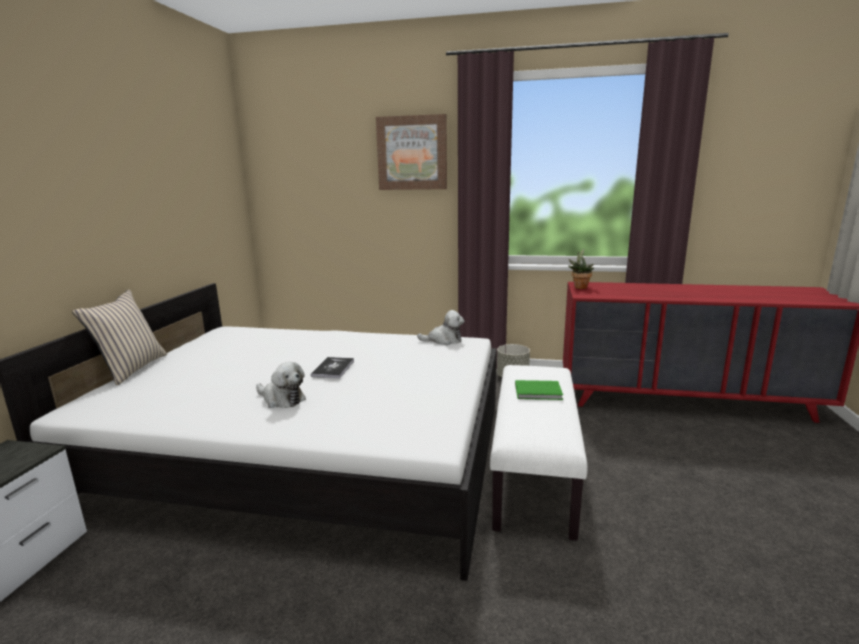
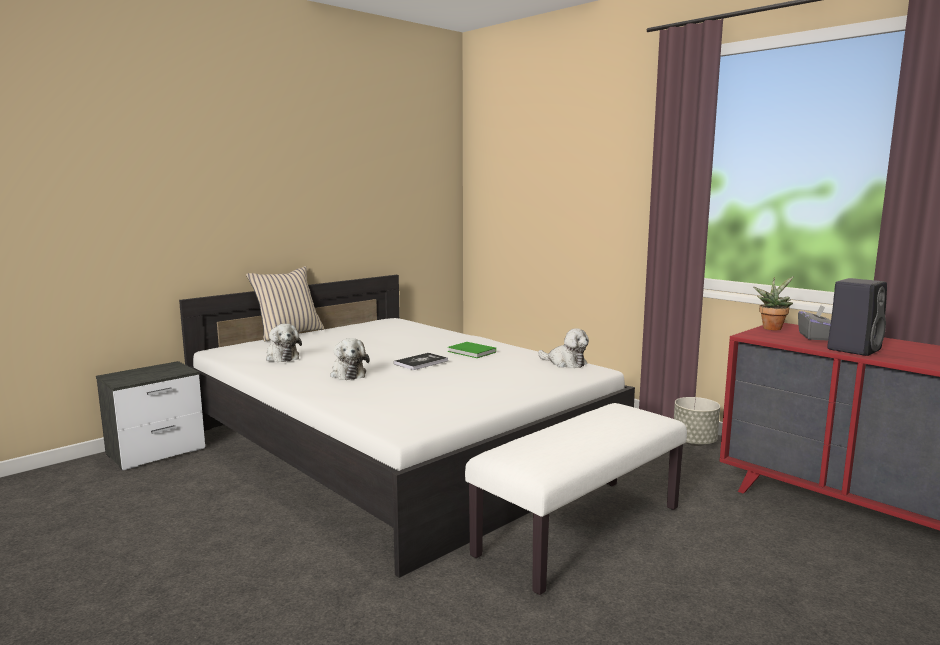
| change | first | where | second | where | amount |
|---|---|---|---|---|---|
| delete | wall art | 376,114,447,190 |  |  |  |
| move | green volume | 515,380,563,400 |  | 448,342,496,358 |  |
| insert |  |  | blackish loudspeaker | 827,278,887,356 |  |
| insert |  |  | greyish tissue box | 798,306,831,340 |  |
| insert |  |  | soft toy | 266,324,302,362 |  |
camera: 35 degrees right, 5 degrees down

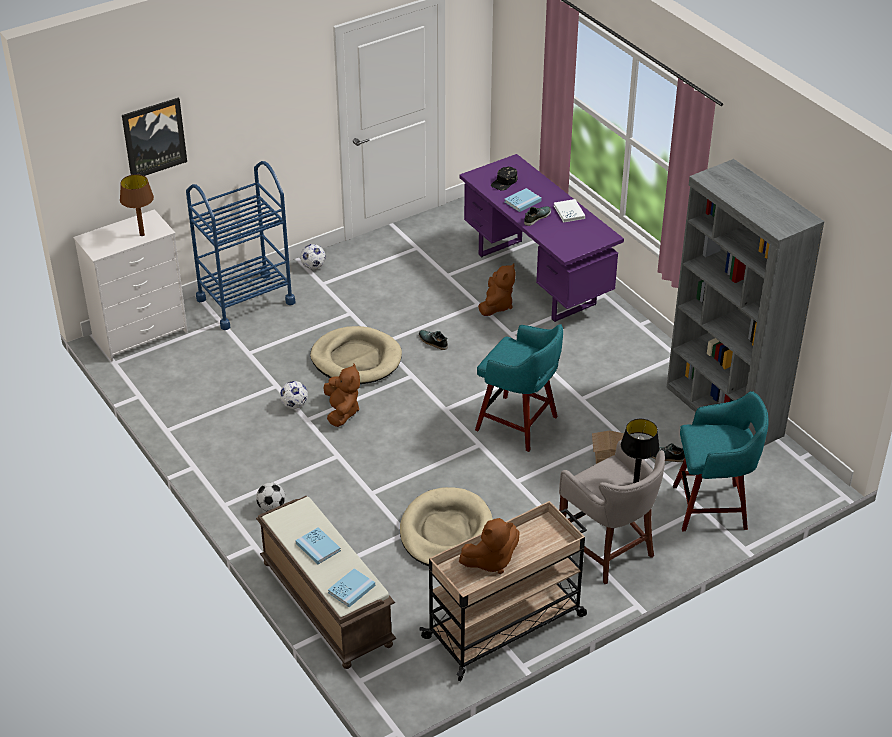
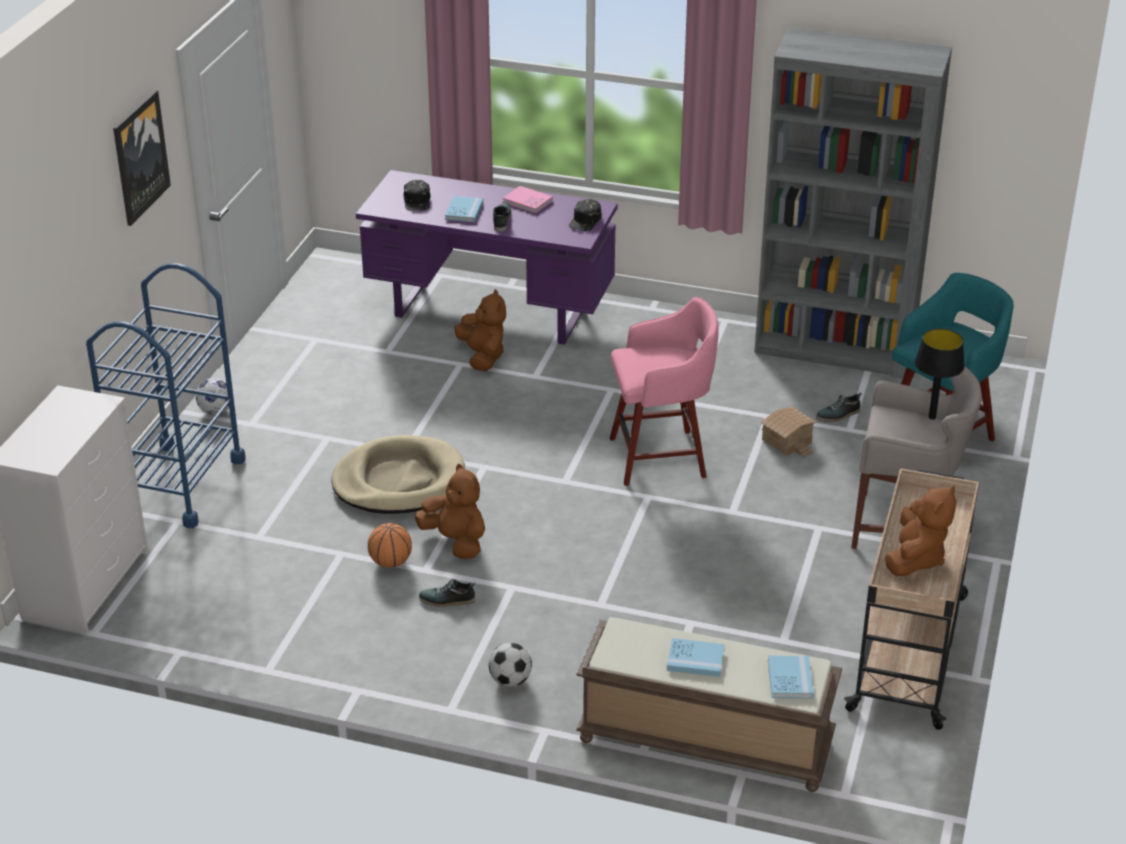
| change | first | where | second | where | amount |
|---|---|---|---|---|---|
| move | wall art | 122,97,187,176 |  | 113,90,171,226 |  |
| delete | brown table lamp | 120,174,154,236 |  |  |  |
| recolor | whitish volume | 554,199,585,223 | pink volume | 503,186,553,213 |  |
| recolor | turquoise sitting stool | 475,324,563,452 | pink sitting stool | 610,297,719,486 |  |
| move | item of footwear | 419,330,448,350 |  | 419,579,475,607 |  |
| replace | football | 280,381,308,409 | ball for basketball | 368,523,412,568 |  |
| delete | beige pet bed | 400,487,493,566 |  |  |  |
| insert |  |  | blackish baseball cap | 569,199,602,231 |  |
camera: 40 degrees left, 5 degrees down

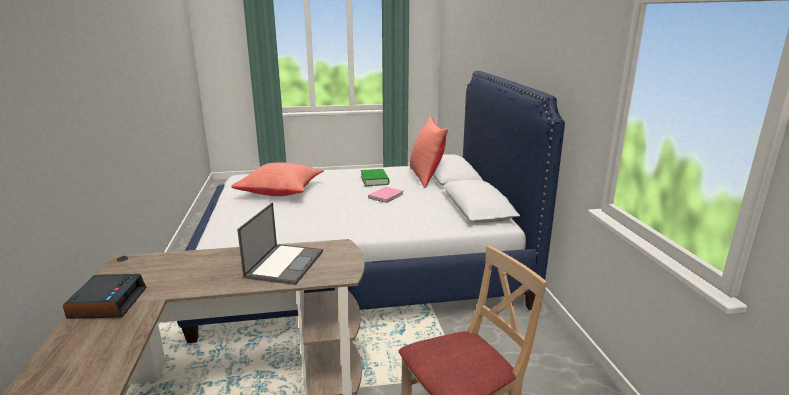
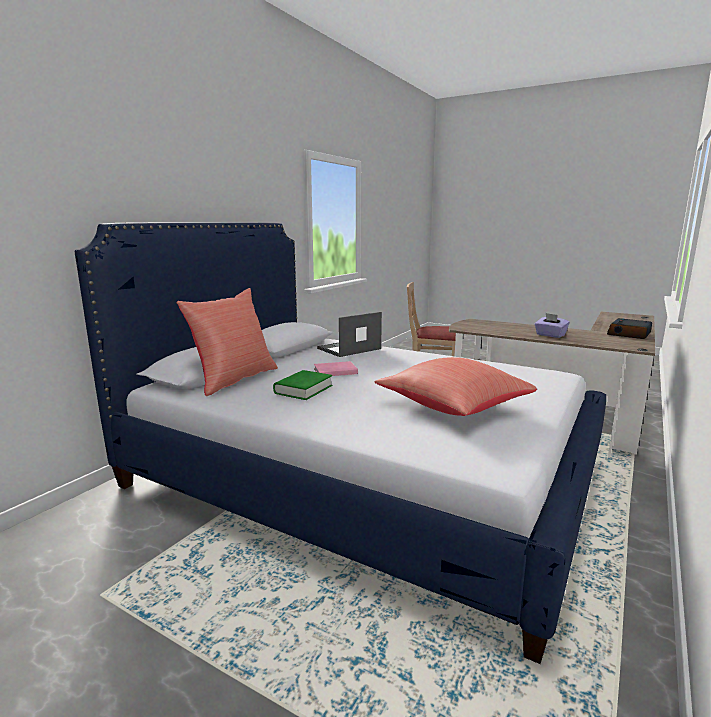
| change | first | where | second | where | amount |
|---|---|---|---|---|---|
| move | laptop | 237,203,323,285 |  | 317,312,382,357 |  |
| insert |  |  | purplish tissue box | 535,313,570,338 |  |
camera: 140 degrees left, 5 degrees down

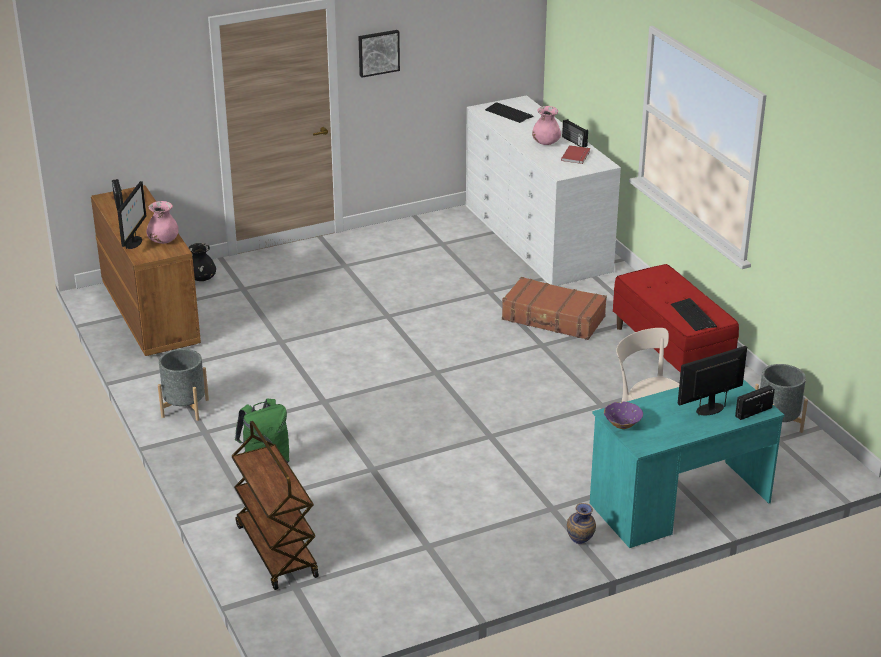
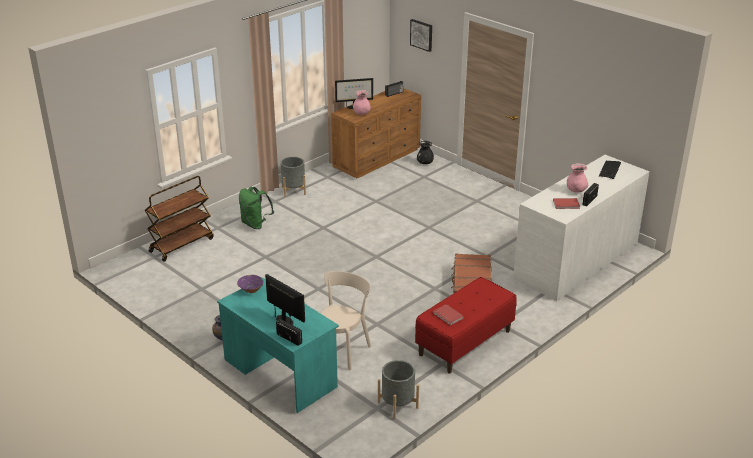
| change | first | where | second | where | amount |
|---|---|---|---|---|---|
| move | wall art | 358,30,400,78 |  | 410,19,432,52 |  |
| replace | PC keyboard | 671,298,717,331 | red volume | 433,304,464,326 |  |
camera: 70 degrees right, 0 degrees up

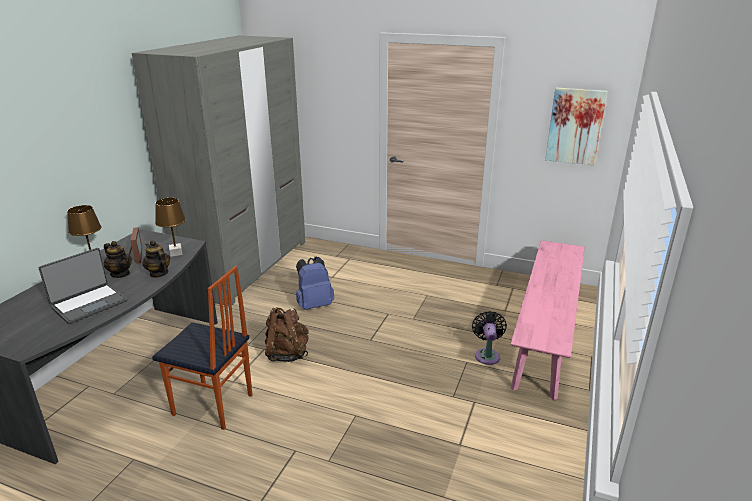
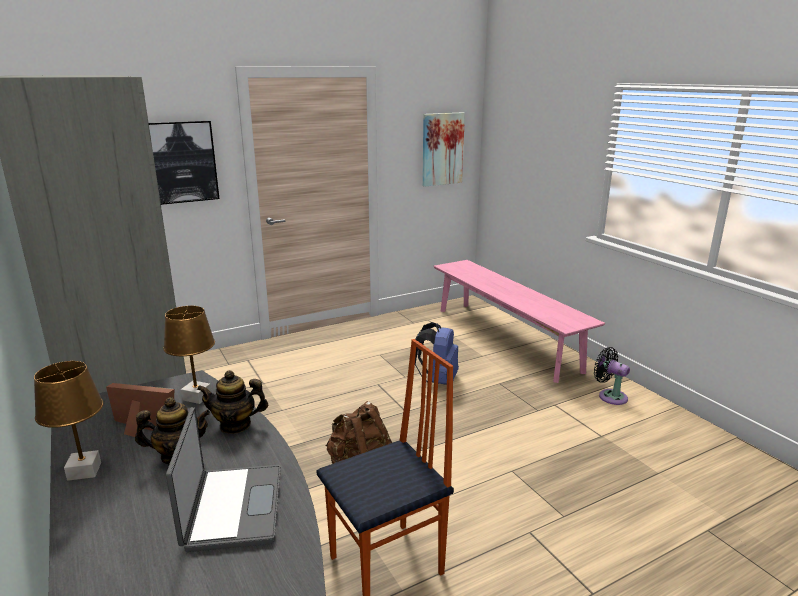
| change | first | where | second | where | amount |
|---|---|---|---|---|---|
| move | blue rucksack | 296,257,334,310 |  | 415,322,459,385 |  |
| move | blackish cooling fan | 472,311,507,365 |  | 594,347,630,405 |  |
| insert |  |  | wall art | 149,121,219,205 |  |
camera: 50 degrees left, 5 degrees down

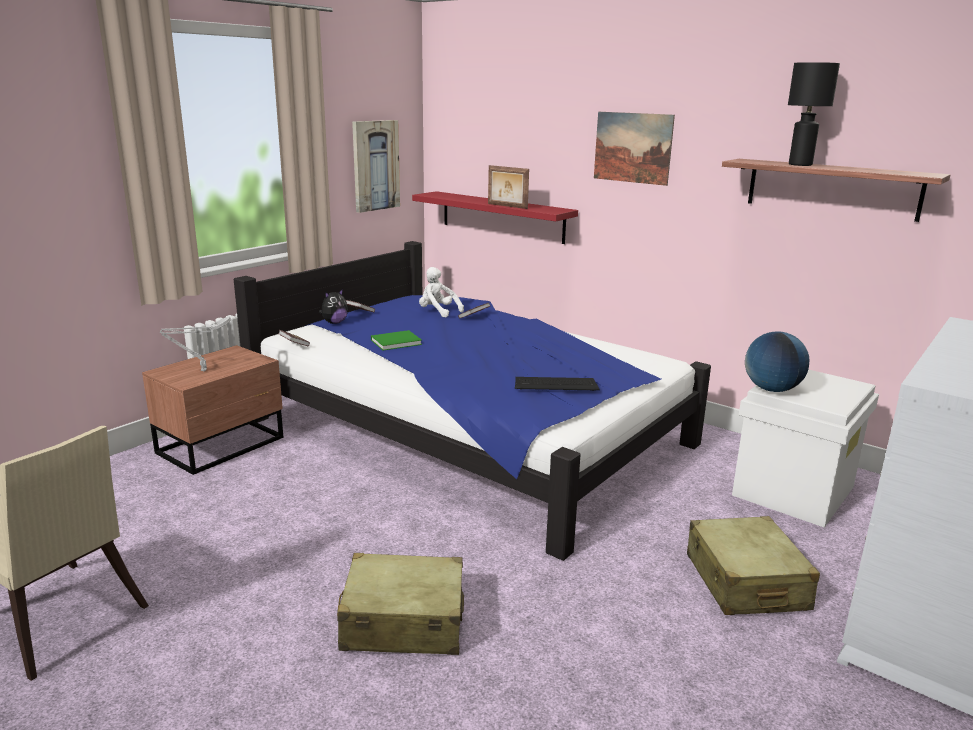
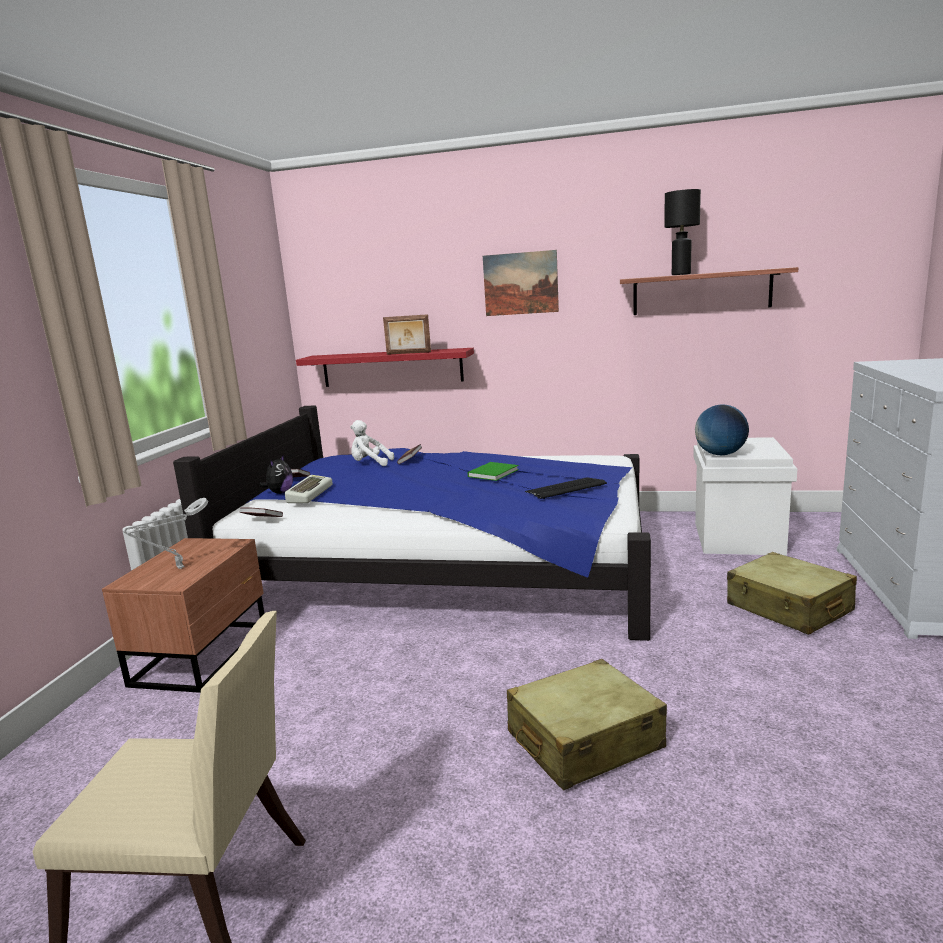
| change | first | where | second | where | amount |
|---|---|---|---|---|---|
| delete | wall art | 352,120,400,213 |  |  |  |
| move | green volume | 371,330,422,351 |  | 468,462,519,481 |  |
| insert |  |  | PC keyboard | 285,475,333,503 |  |
camera: 25 degrees left, 5 degrees down

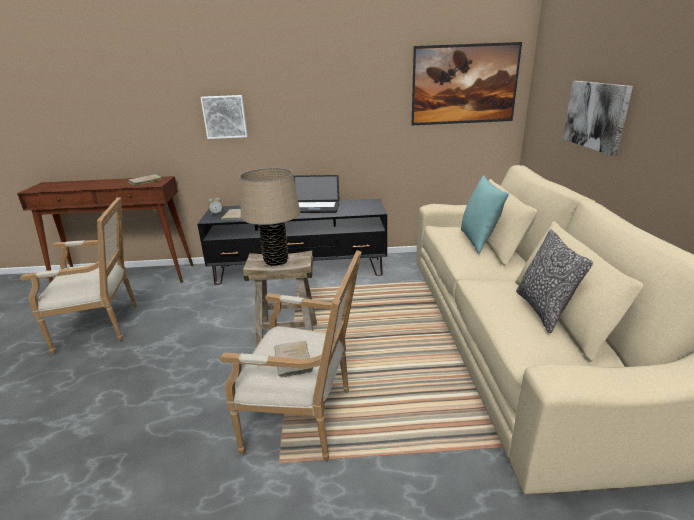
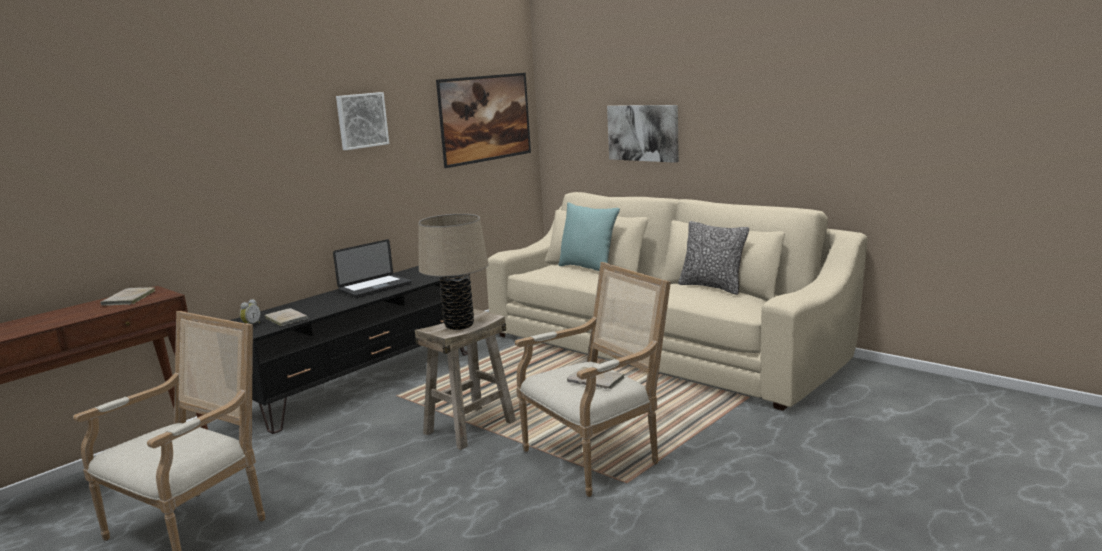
| change | first | where | second | where | amount |
|---|---|---|---|---|---|
| move | wall art | 200,95,248,139 |  | 336,92,389,150 |  |
camera: 45 degrees left, 10 degrees down

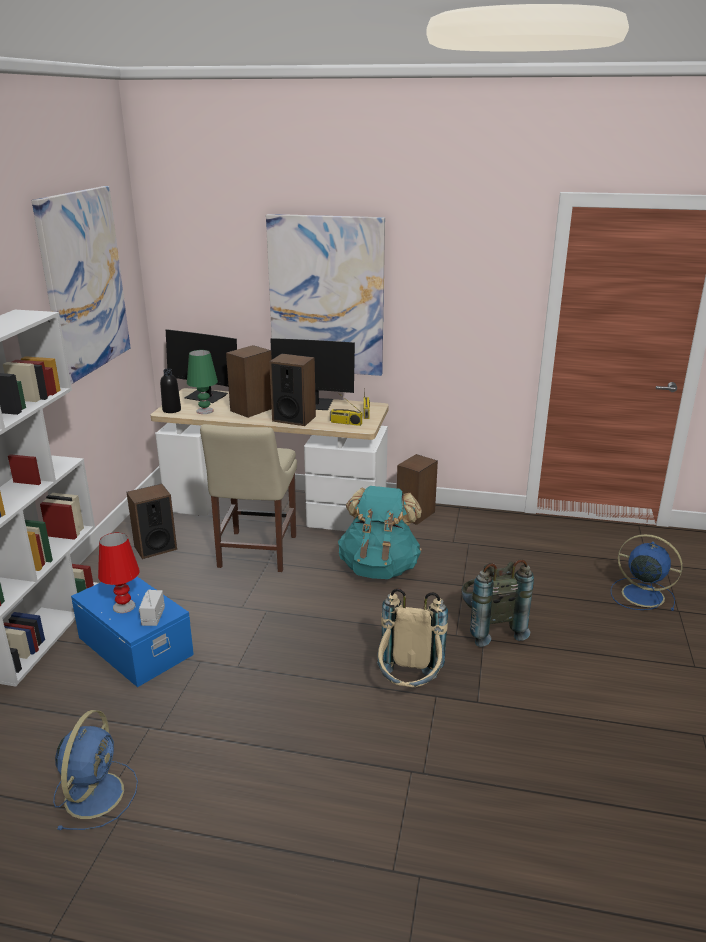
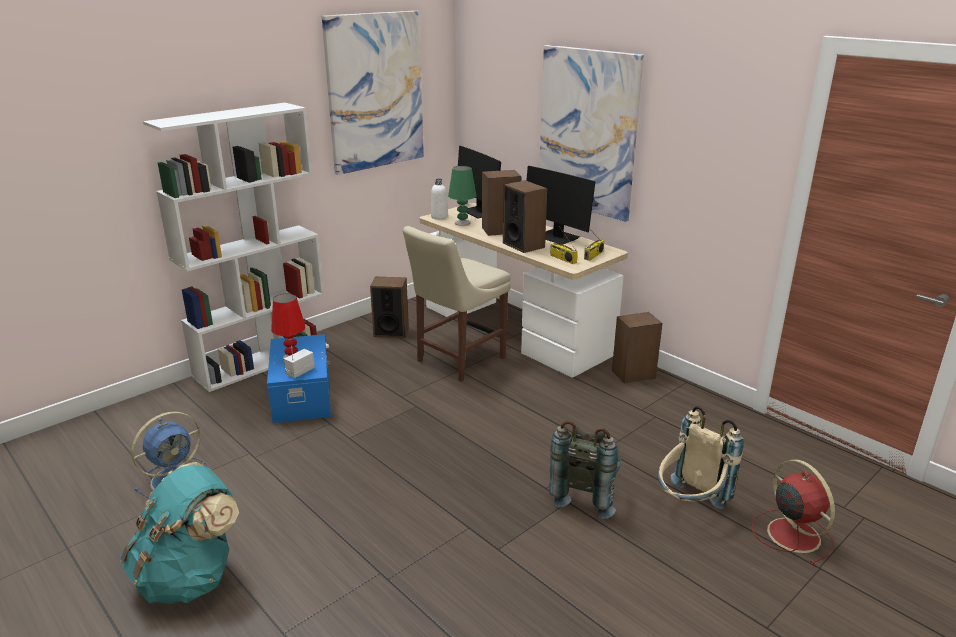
| change | first | where | second | where | amount |
|---|---|---|---|---|---|
| recolor | blackish bottle | 160,368,181,413 | whitish bottle | 431,179,448,219 |  |
| move | turquoise rucksack | 338,486,422,579 |  | 120,462,239,604 |  |
| recolor | blue cooling fan | 611,534,683,611 | red cooling fan | 752,459,835,565 |  |
| move | beige rucksack | 377,588,448,687 |  | 657,406,744,509 |  |
camera: 35 degrees right, 0 degrees up

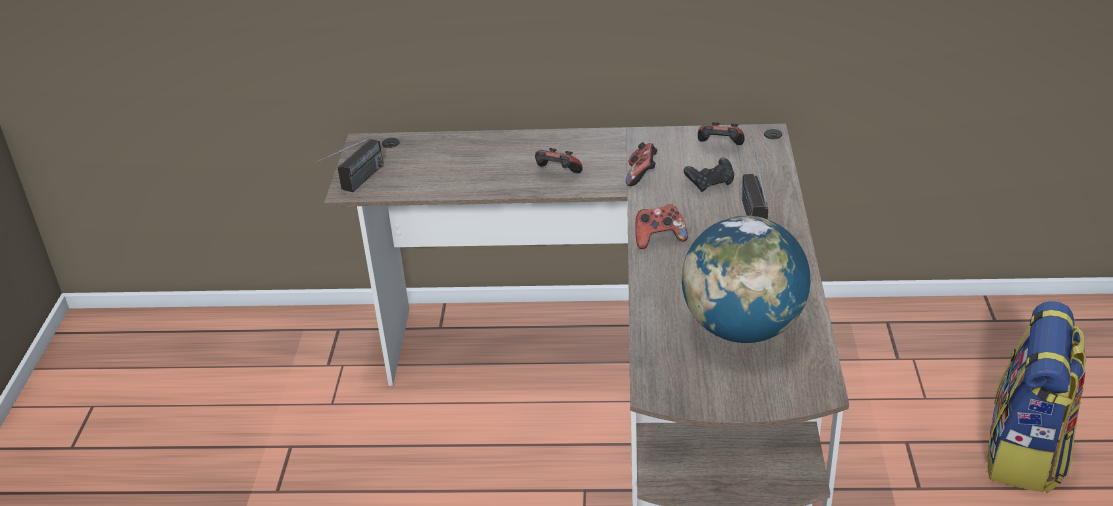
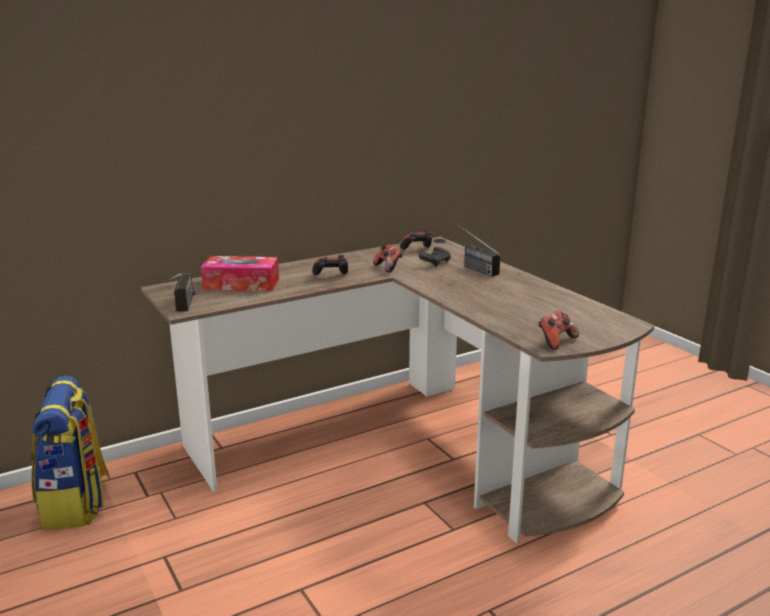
| change | first | where | second | where | amount |
|---|---|---|---|---|---|
| move | gamepad | 635,204,688,249 |  | 538,310,579,350 |  |
| delete | world globe | 682,216,810,343 |  |  |  |
| move | rucksack | 988,301,1086,493 |  | 31,376,110,530 |  |
| insert |  |  | tissue box | 201,256,279,291 |  |
camera: 35 degrees left, 15 degrees down

